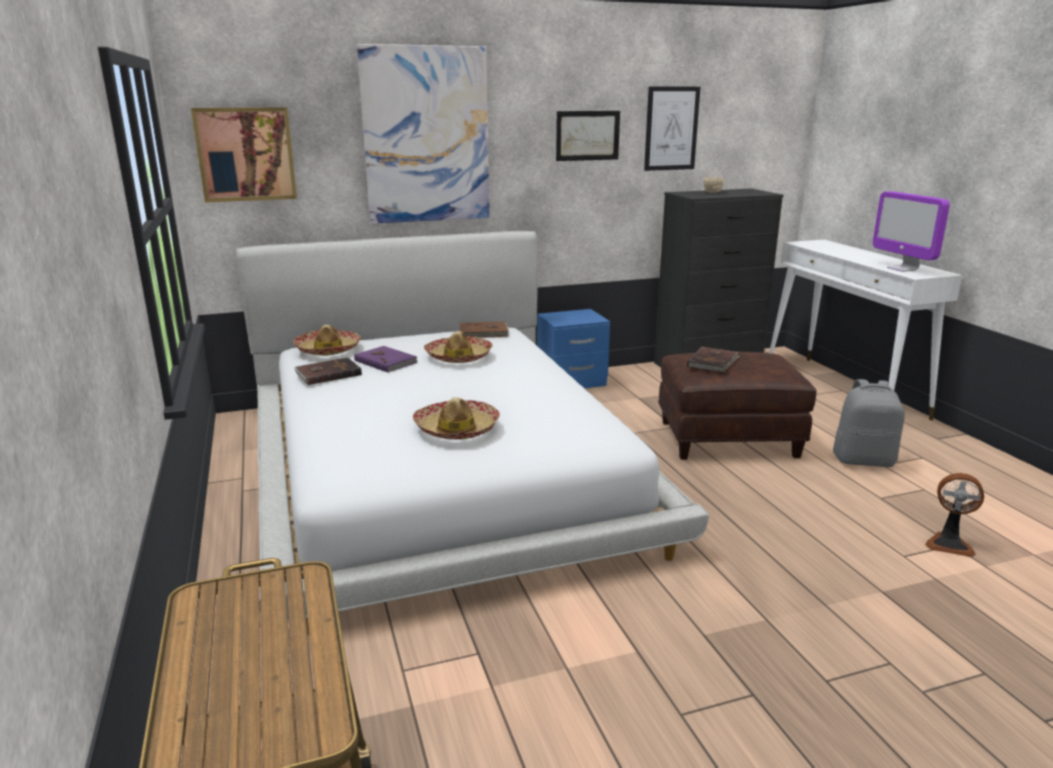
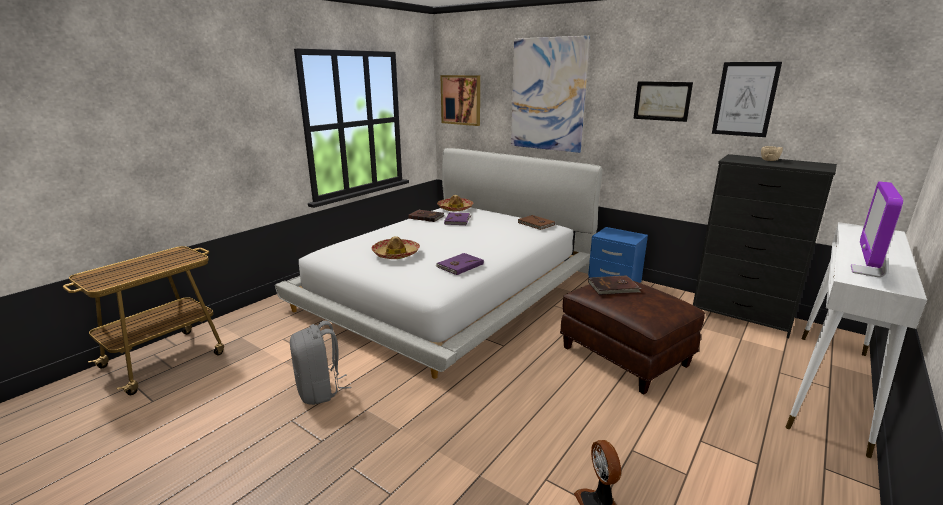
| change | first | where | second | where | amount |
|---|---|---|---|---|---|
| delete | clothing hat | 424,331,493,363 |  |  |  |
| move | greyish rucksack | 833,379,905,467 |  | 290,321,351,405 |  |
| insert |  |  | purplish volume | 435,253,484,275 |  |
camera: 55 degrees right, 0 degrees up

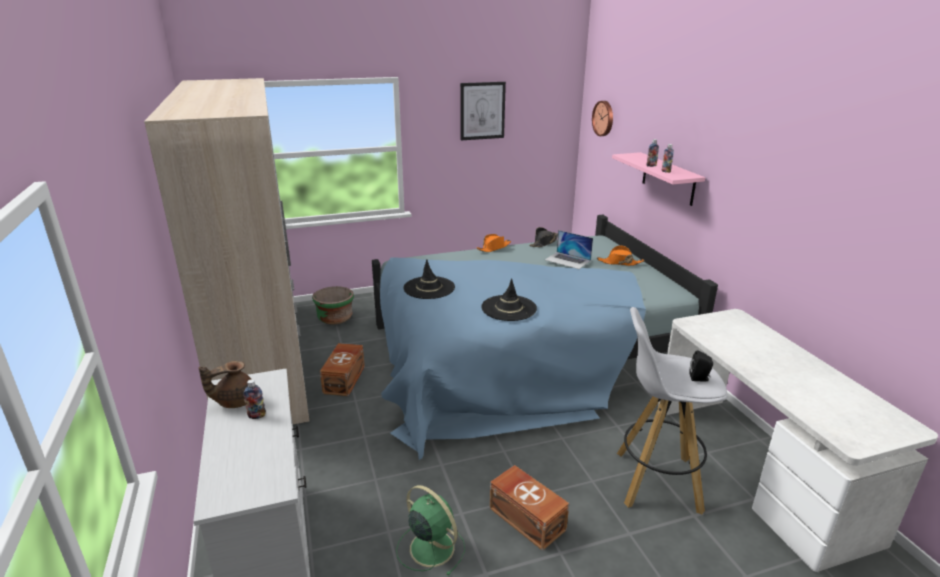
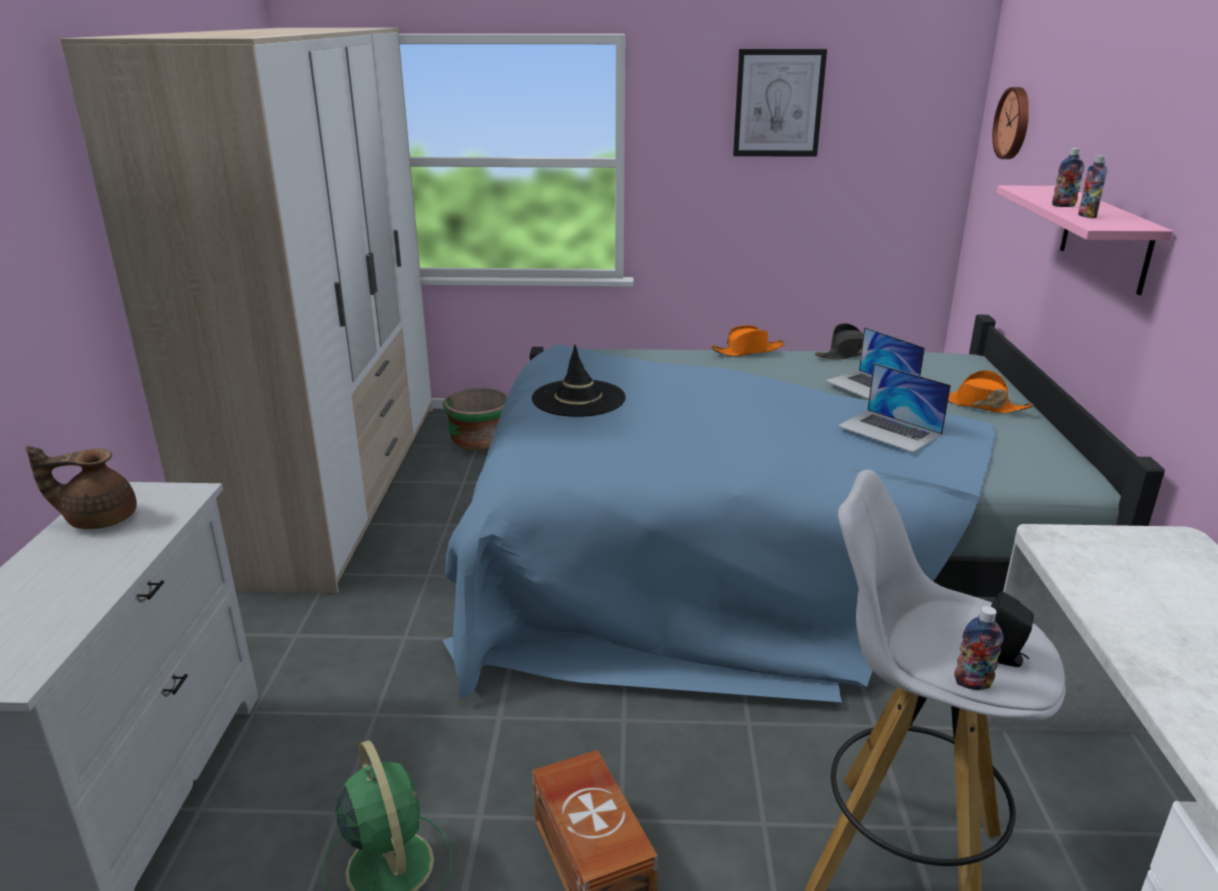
| change | first | where | second | where | amount |
|---|---|---|---|---|---|
| delete | blackish clothing hat | 481,278,537,321 |  |  |  |
| delete | brown storage container | 320,343,365,396 |  |  |  |
| move | bottle | 243,379,266,419 |  | 954,606,1004,690 |  |
| insert |  |  | laptop | 838,363,951,452 |  |
camera: 20 degrees right, 0 degrees up

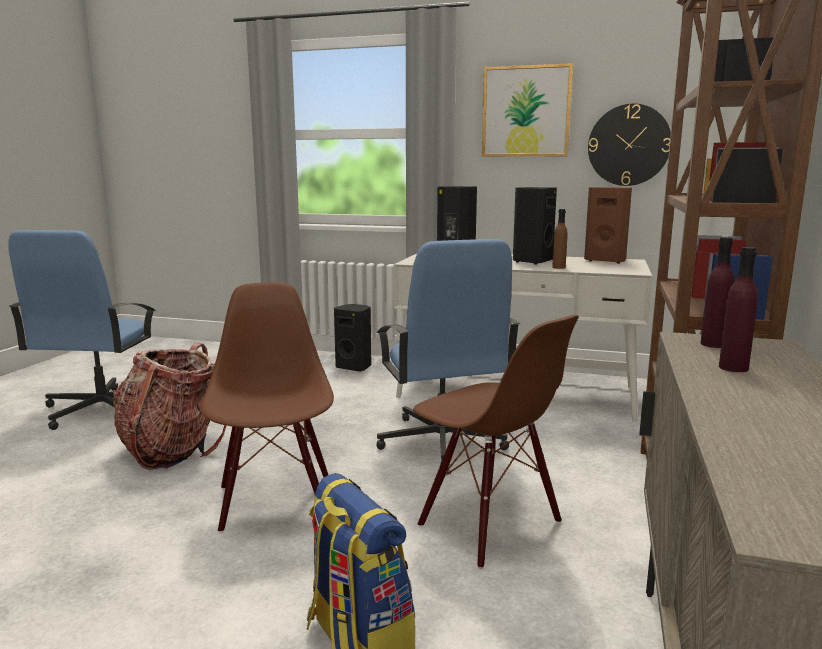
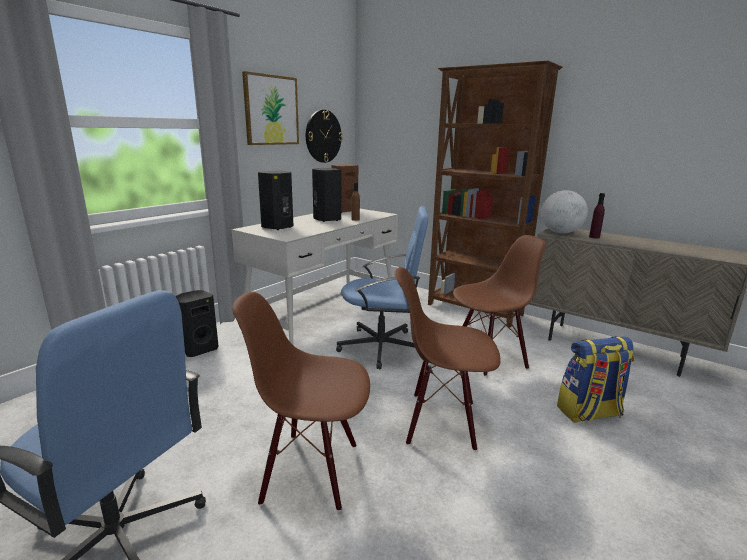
| change | first | where | second | where | amount |
|---|---|---|---|---|---|
| replace | purplish bottle | 701,237,734,348 | world globe | 541,190,588,233 |  |
| replace | rucksack | 113,343,227,470 | brown upright chair | 232,291,370,512 |  |
camera: 70 degrees left, 5 degrees up

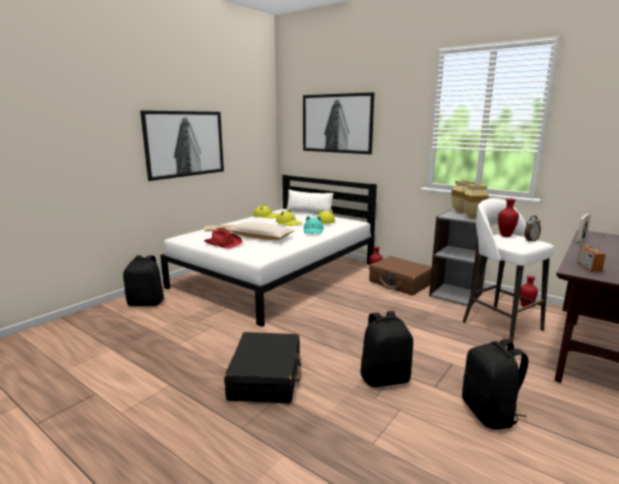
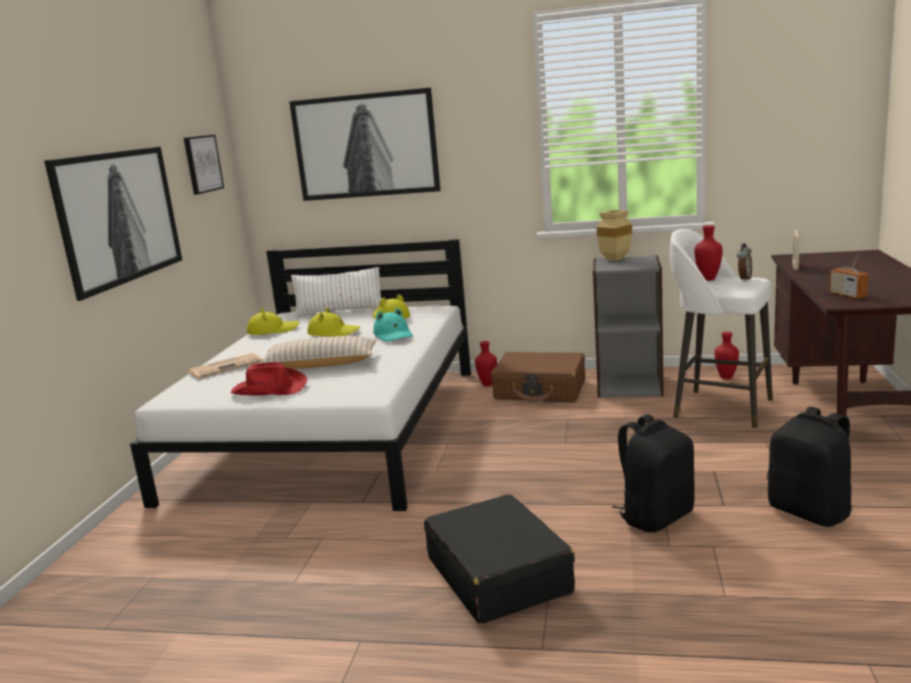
| change | first | where | second | where | amount |
|---|---|---|---|---|---|
| delete | beige vase | 463,184,489,219 |  |  |  |
| delete | blackish rucksack | 123,255,164,306 |  |  |  |
| insert |  |  | wall art | 184,135,224,195 |  |
camera: 25 degrees left, 0 degrees up

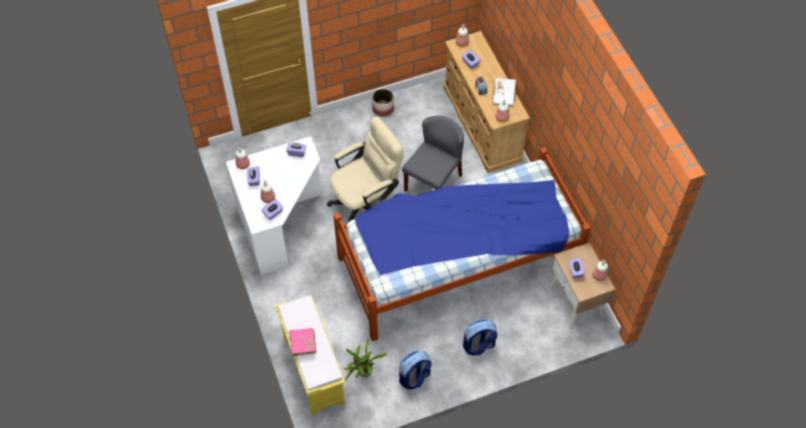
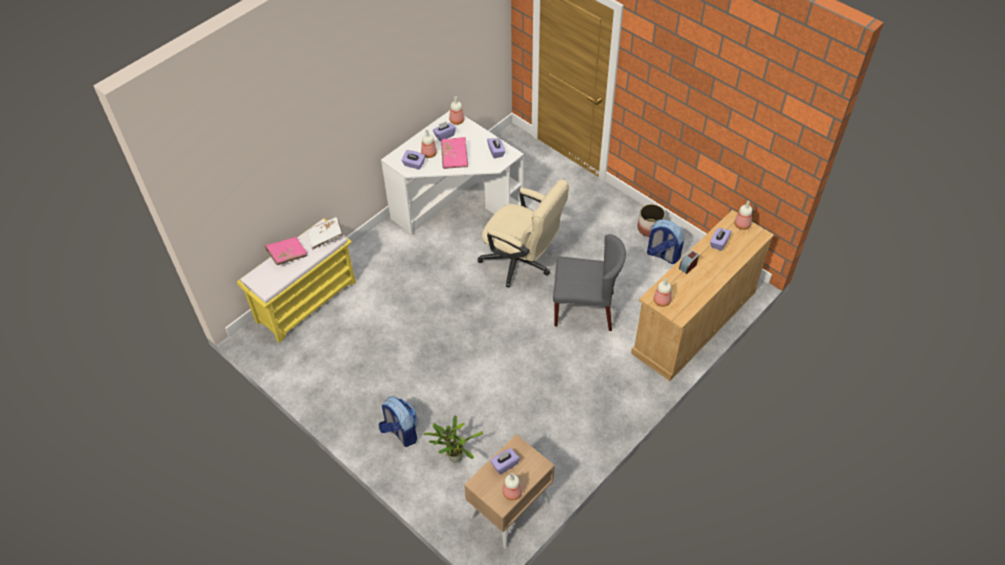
| change | first | where | second | where | amount |
|---|---|---|---|---|---|
| move | whitish volume | 492,78,516,106 |  | 307,217,343,249 |  |
| delete | bed | 333,147,591,341 |  |  |  |
| move | plant in a pot | 344,339,387,381 |  | 423,415,483,463 |  |
| move | rucksack | 399,350,432,389 |  | 647,219,684,264 |  |
| insert |  |  | pink volume | 441,137,468,169 |  |
camera: 65 degrees right, 5 degrees down

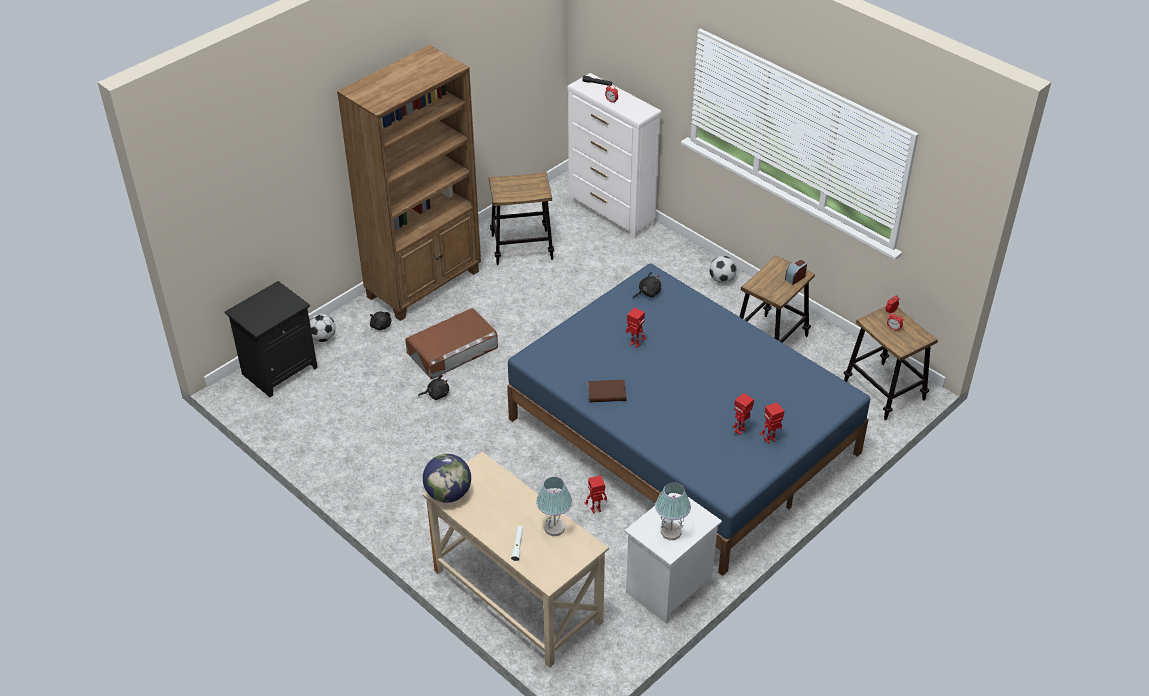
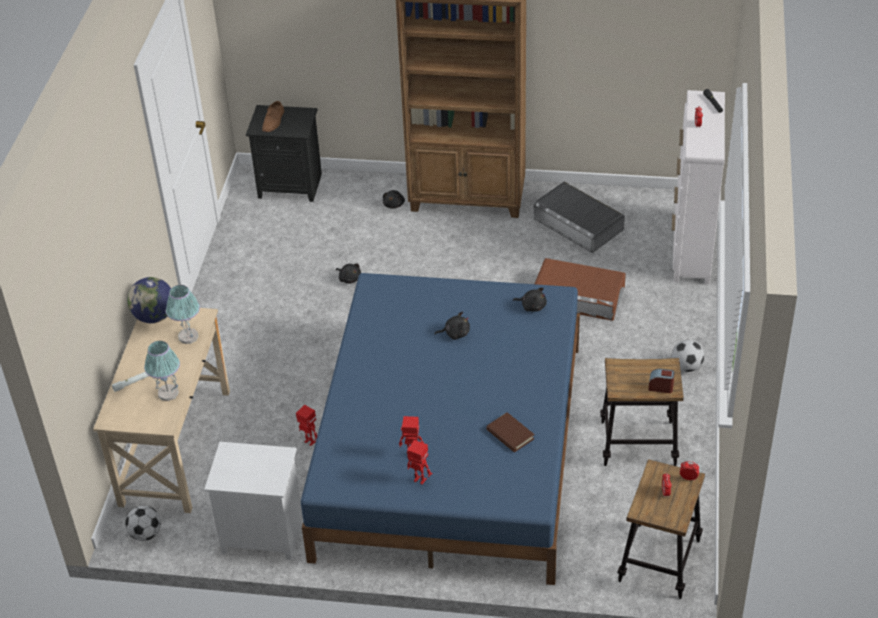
| change | first | where | second | where | amount |
|---|---|---|---|---|---|
| replace | sitting stool | 489,172,554,265 | greyish storage container | 534,182,625,253 |  |
| move | brown storage container | 405,308,498,379 |  | 535,258,626,321 |  |
| replace | toy robot | 626,308,646,348 | blackish soft toy | 435,312,470,340 |  |
| move | football | 309,314,336,342 |  | 125,506,161,541 |  |
| move | brown volume | 588,380,626,402 |  | 486,412,535,452 |  |
| move | table lamp | 655,482,691,540 |  | 166,285,200,344 |  |
| insert |  |  | brown item of footwear | 262,101,284,132 |  |
camera: 55 degrees right, 0 degrees up

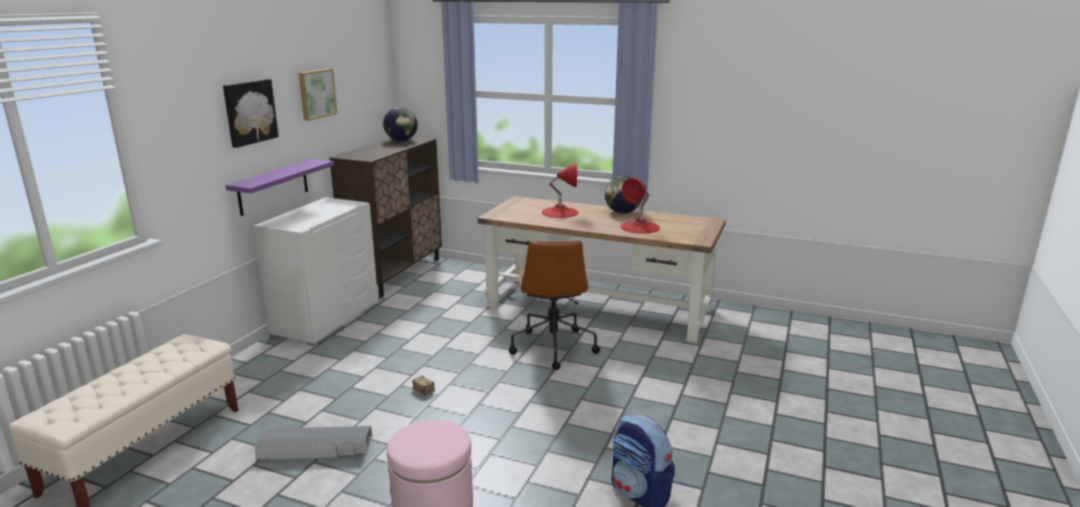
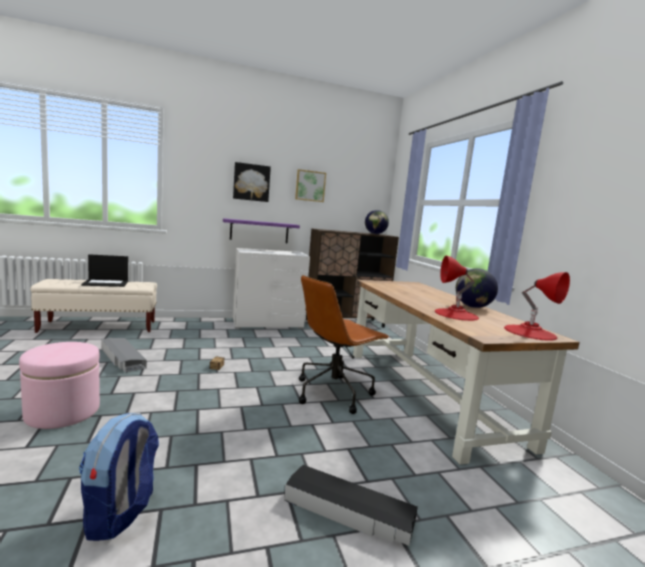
| change | first | where | second | where | amount |
|---|---|---|---|---|---|
| move | red table lamp | 542,163,578,218 |  | 504,272,570,341 |  |
| insert |  |  | laptop | 81,254,128,287 |  |
| insert |  |  | blackish storage container | 284,465,418,546 |  |
camera: 50 degrees right, 10 degrees down

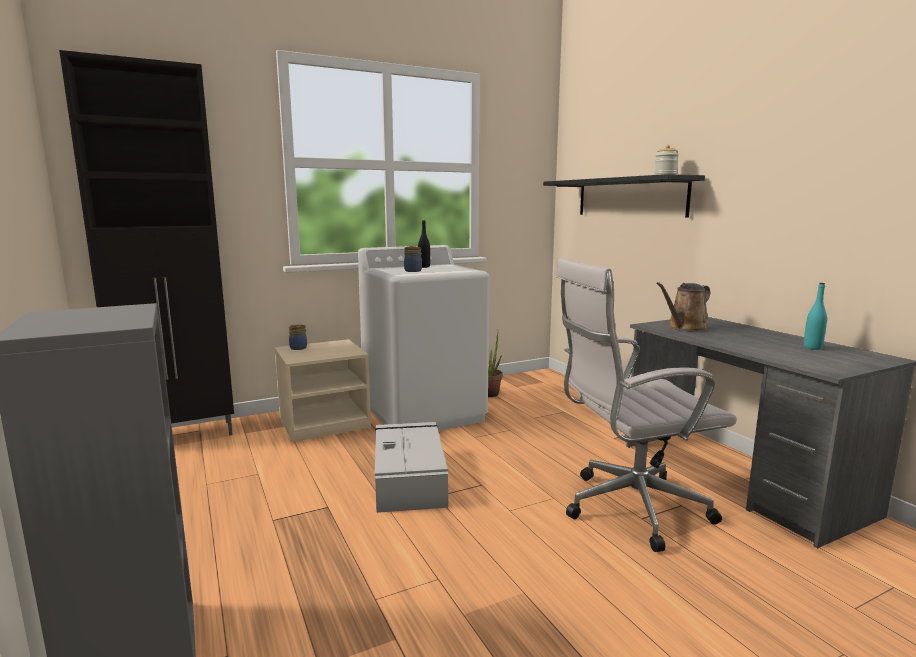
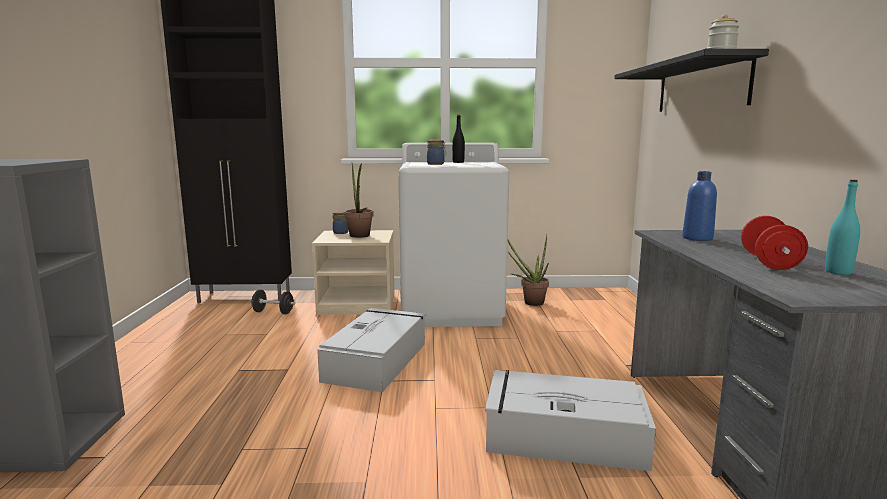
| change | first | where | second | where | amount |
|---|---|---|---|---|---|
| replace | whitish computer chair | 556,258,737,552 | greyish storage container | 485,370,656,471 |  |
| replace | brown watering pot | 656,282,710,331 | blue bottle | 682,171,717,241 |  |
| insert |  |  | plant in a pot | 344,163,374,238 |  |
| insert |  |  | red free weight | 741,216,808,270 |  |
| insert |  |  | blackish free weight | 250,290,295,314 |  |
camera: 25 degrees right, 0 degrees up

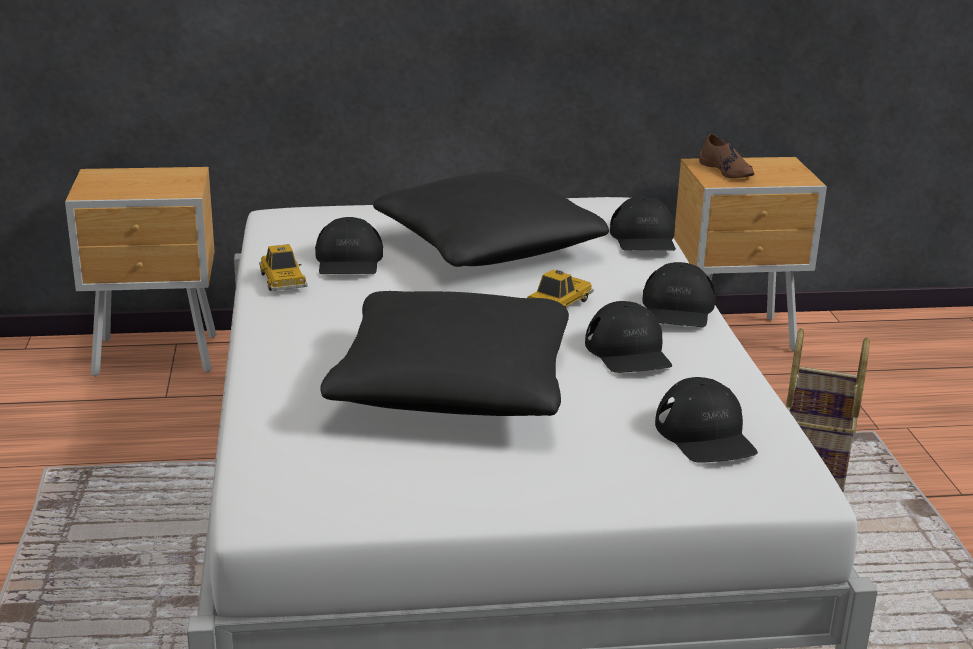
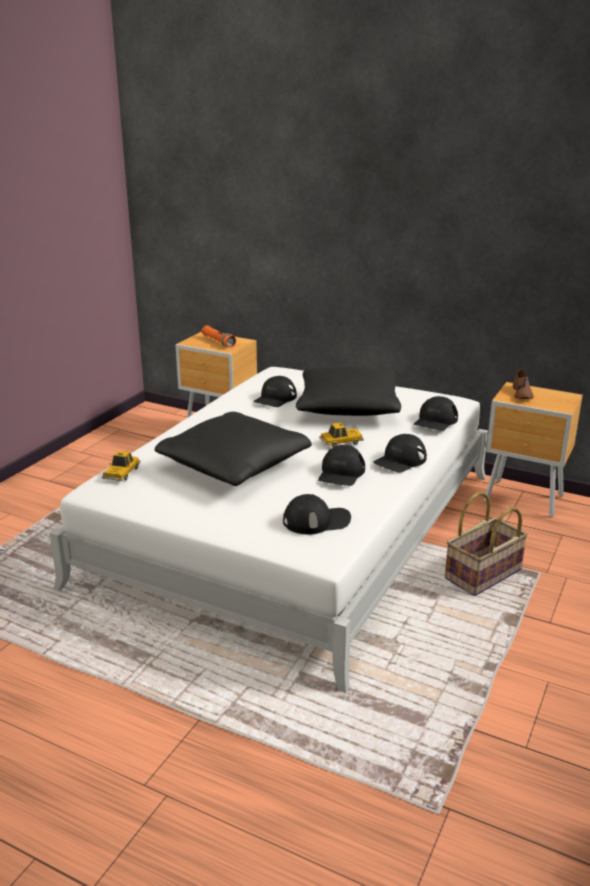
| change | first | where | second | where | amount |
|---|---|---|---|---|---|
| move | toy car | 259,244,308,291 |  | 102,451,141,481 |  |
| rotate | blackish baseball cap | 655,377,758,463 |  | 283,494,351,535 | 120 degrees counterclockwise |
| insert |  |  | orange torch | 202,325,236,348 |  |
camera: 35 degrees right, 0 degrees up

